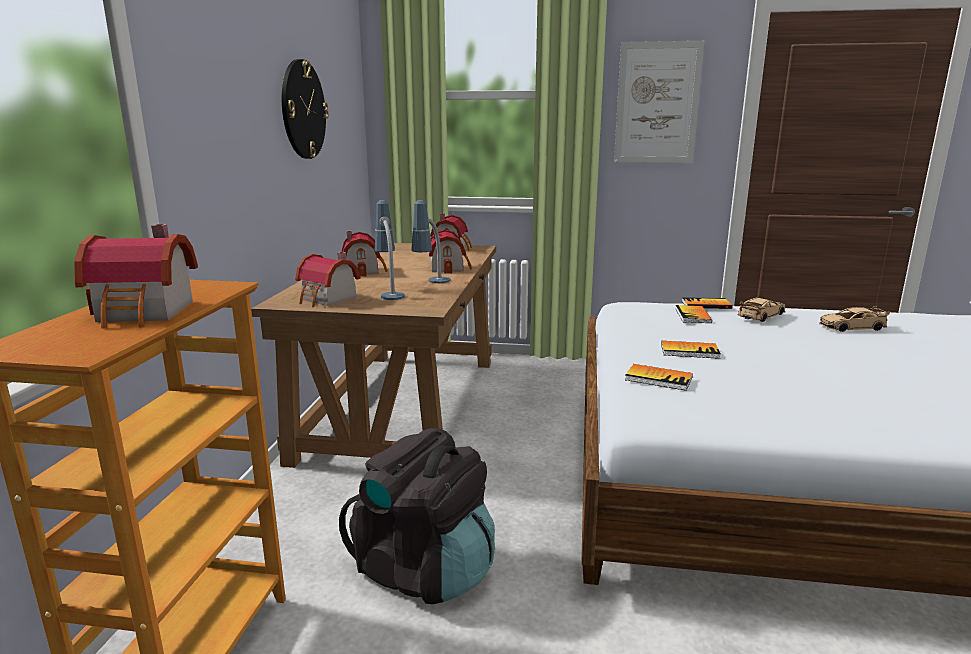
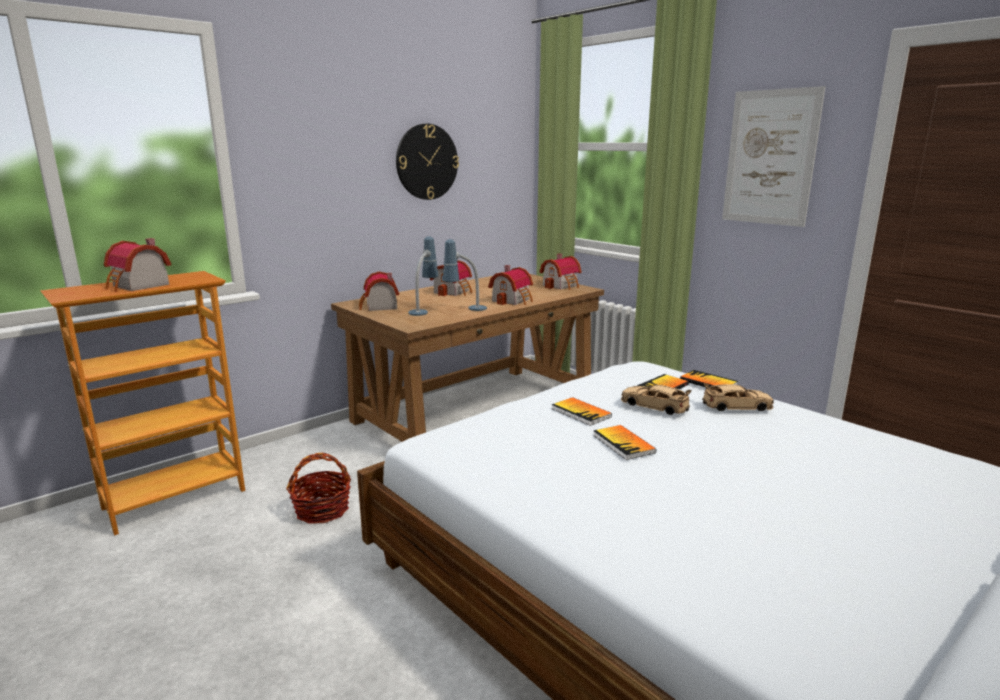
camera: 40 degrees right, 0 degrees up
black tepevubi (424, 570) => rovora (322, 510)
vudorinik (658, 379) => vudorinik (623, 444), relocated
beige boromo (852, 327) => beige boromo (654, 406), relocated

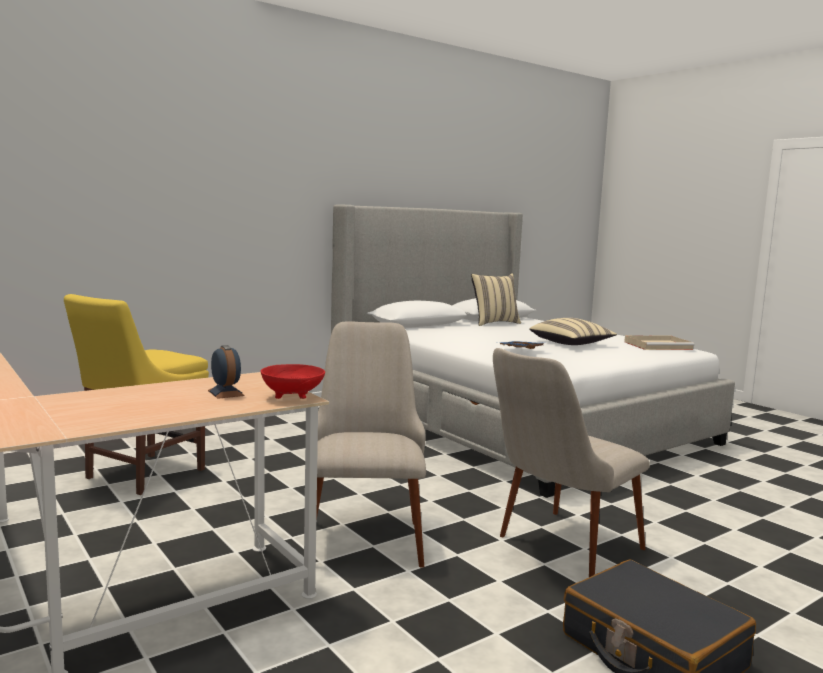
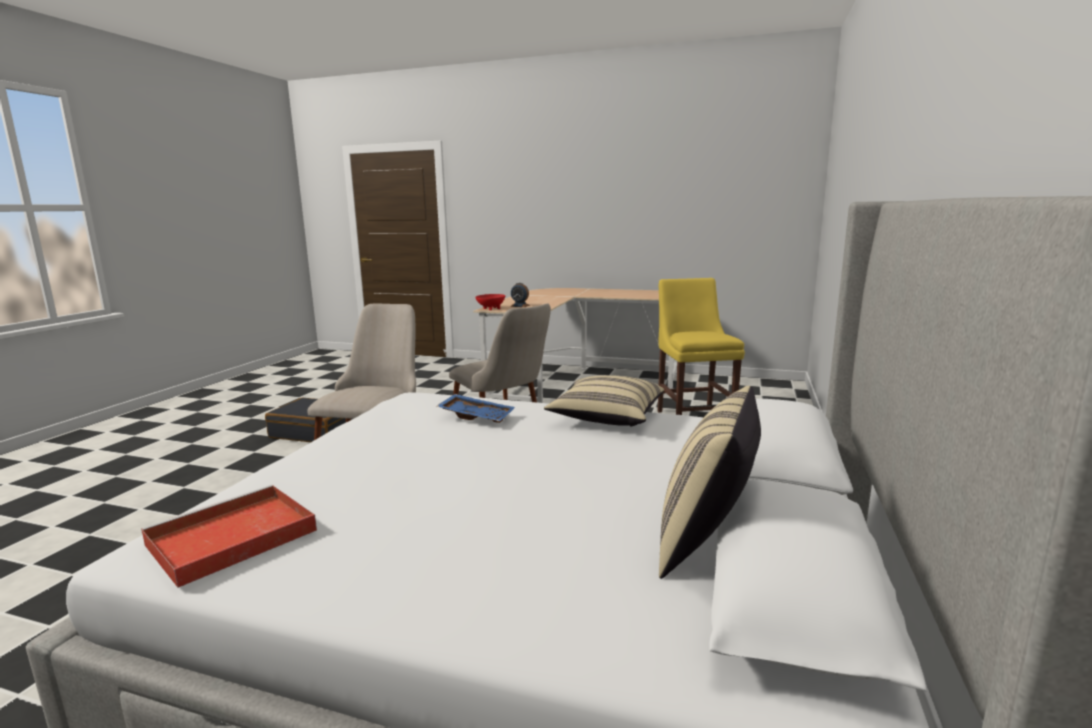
camera: 145 degrees right, 5 degrees up
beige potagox (659, 346) => red potagox (229, 539)
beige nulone (571, 344) => beige nulone (606, 418), relocated

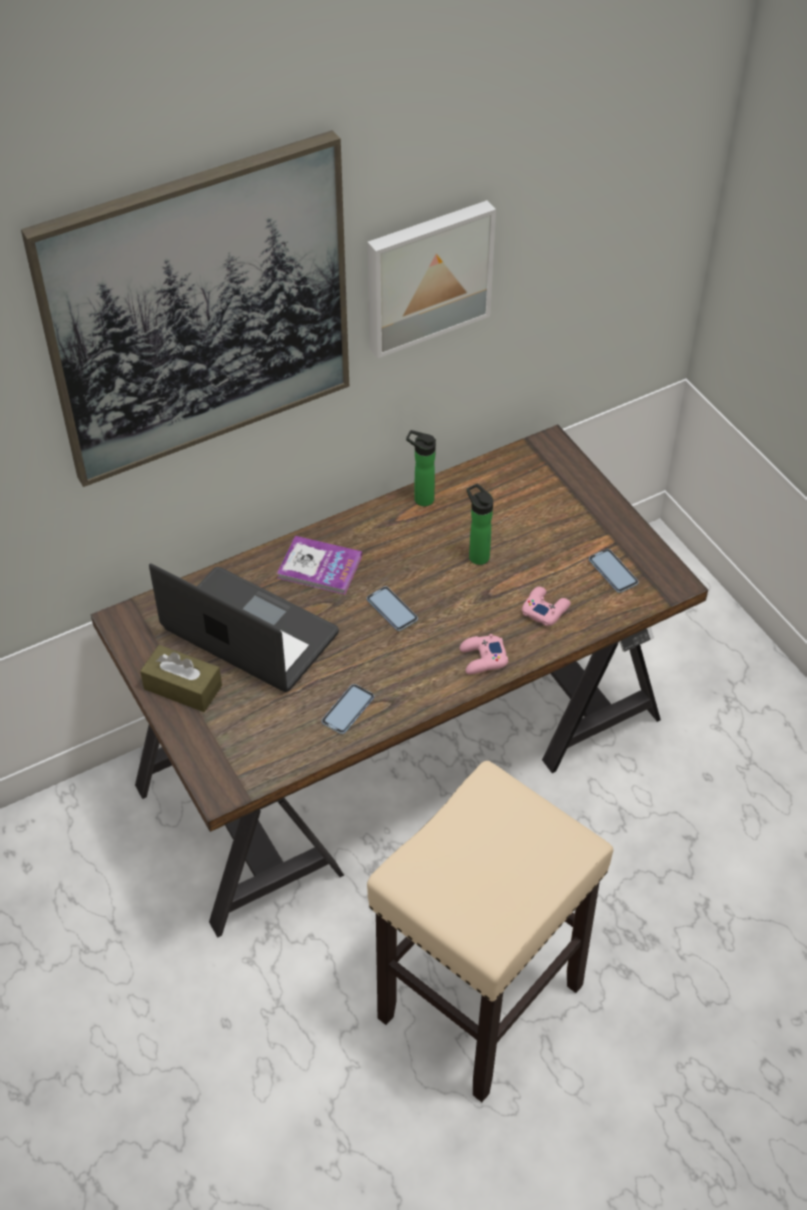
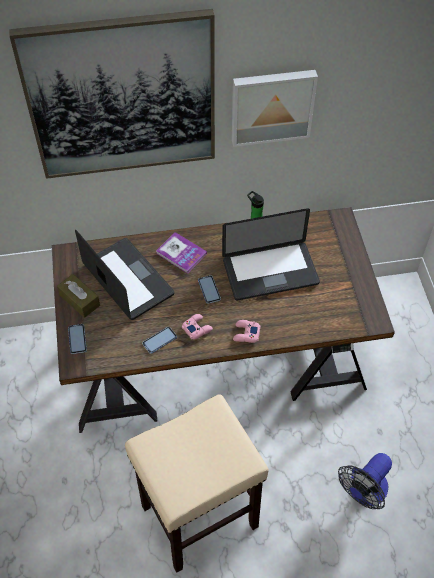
camera: 20 degrees right, 5 degrees up
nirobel (613, 572) => nirobel (77, 339), relocated
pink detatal (545, 609) => pink detatal (197, 328), relocated
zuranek (477, 555) => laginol (270, 272)
nothing => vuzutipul (363, 492)

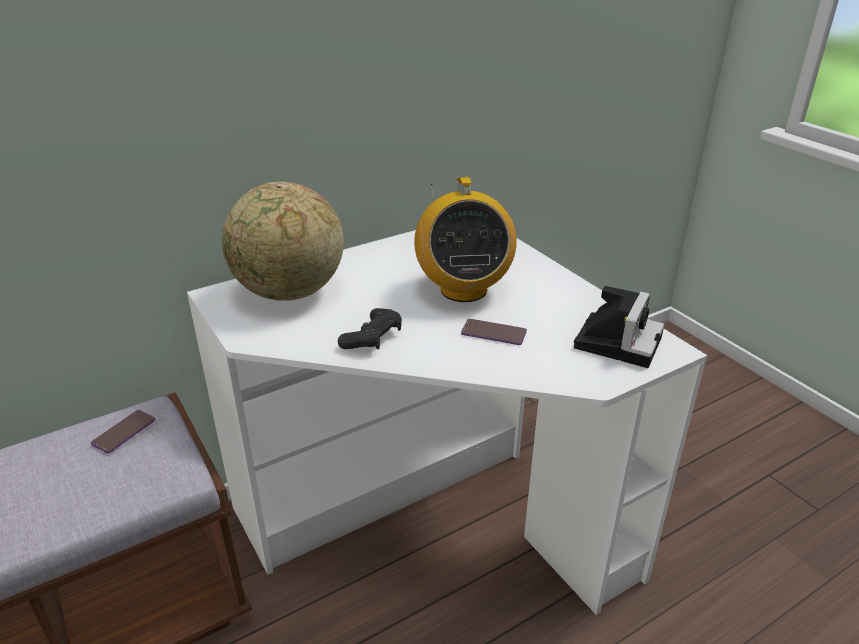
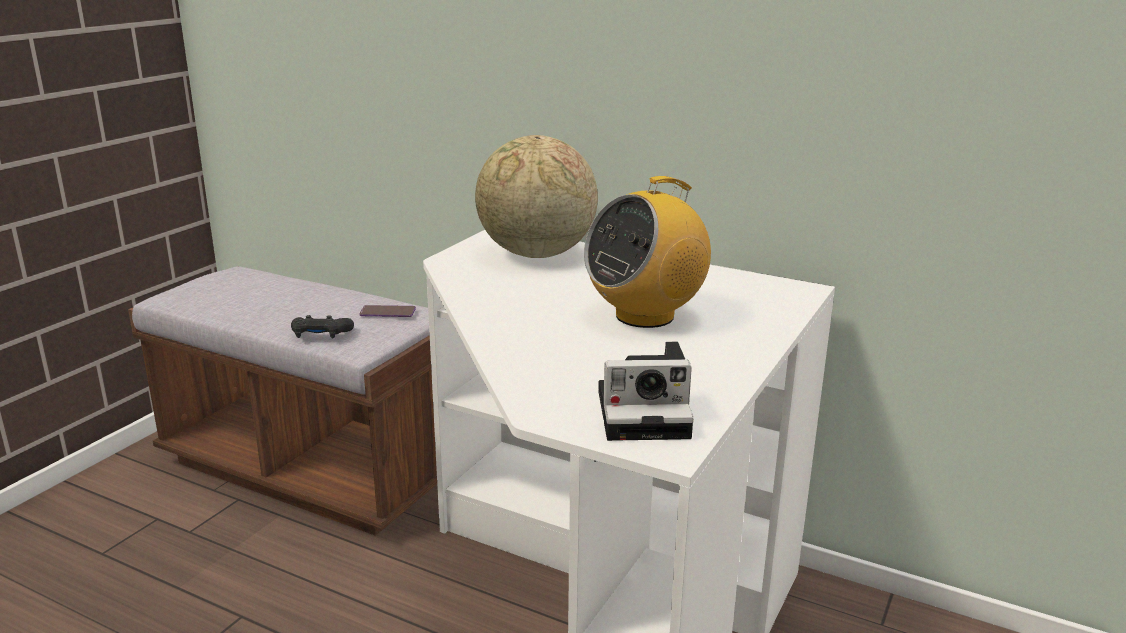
camera: 60 degrees right, 10 degrees down
black detatal (372, 338) => black detatal (320, 335), relocated
nirobel (493, 333) => nothing

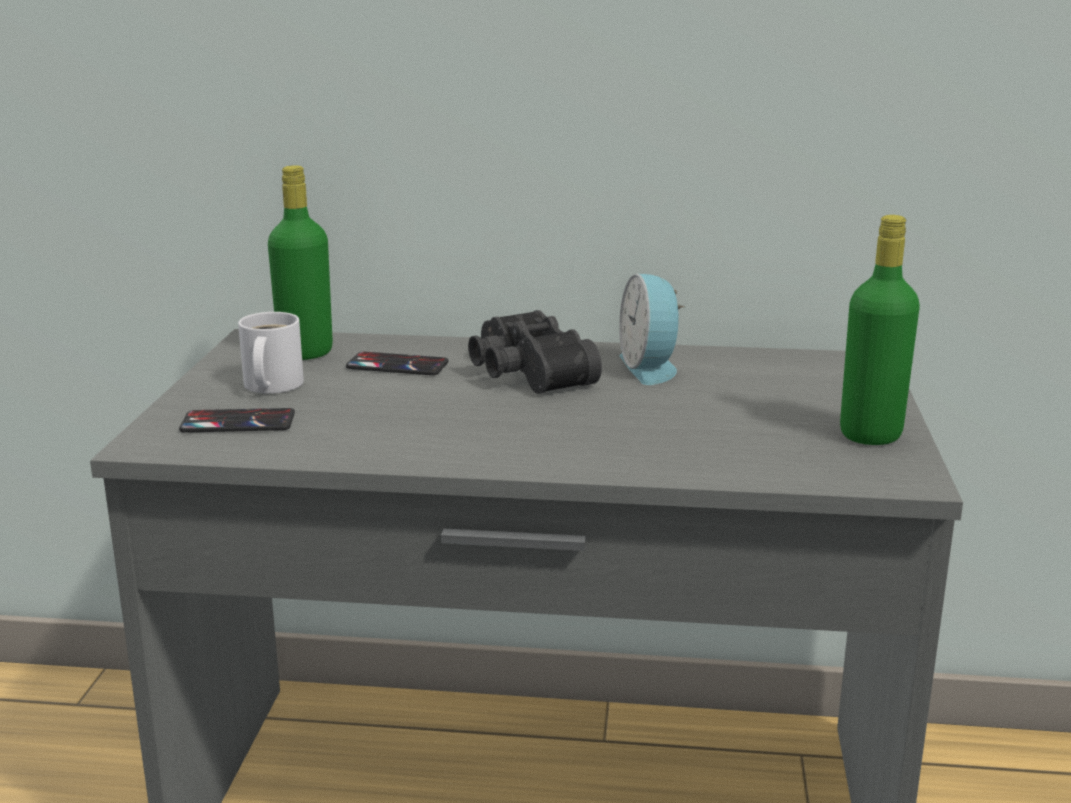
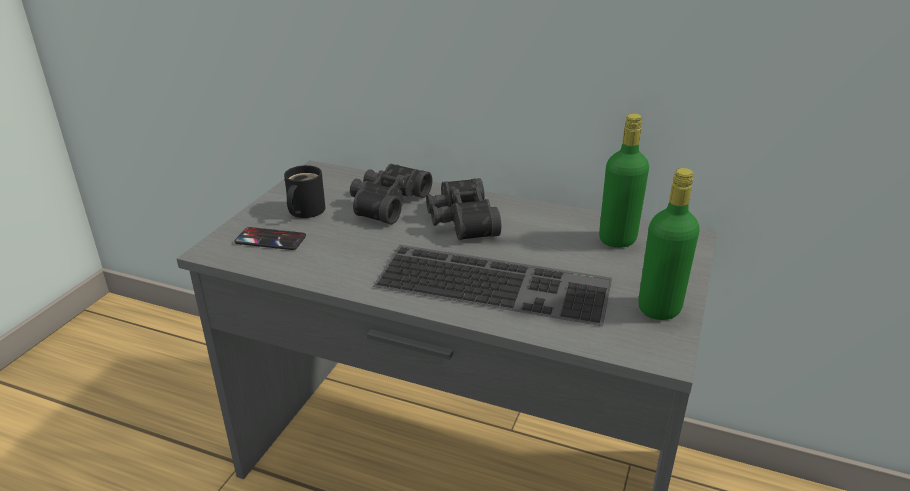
camera: 15 degrees right, 10 degrees up
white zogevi (270, 385) => black zogevi (304, 211)
nirobel (397, 365) => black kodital (386, 203)
nothing => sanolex (496, 282)
green zuranek (305, 353) => green zuranek (617, 239), relocated
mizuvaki (651, 367) => nothing

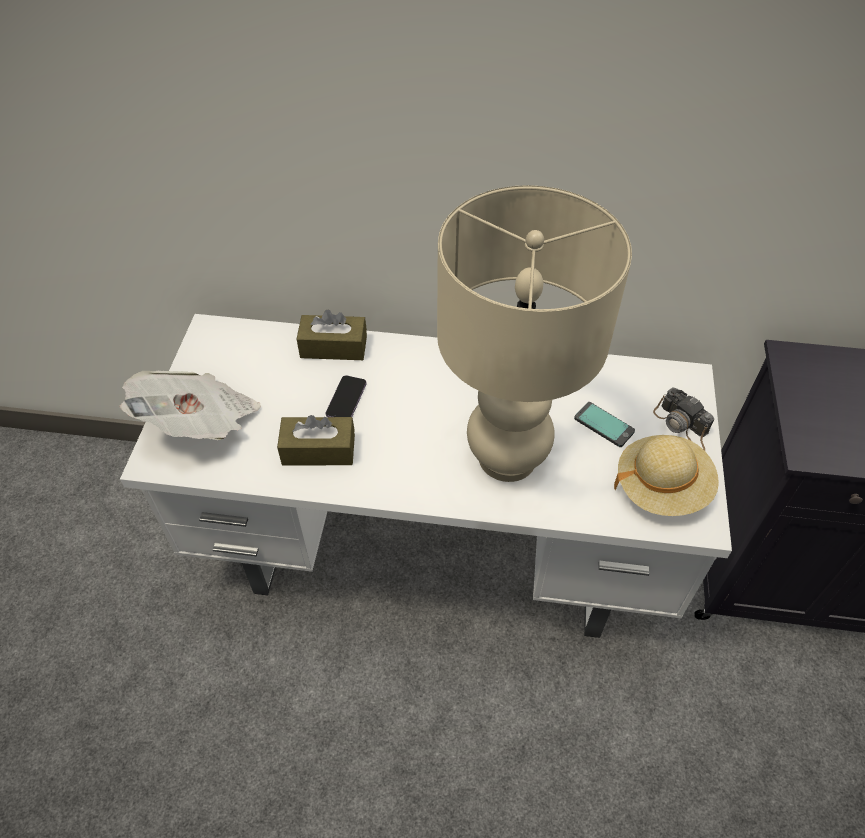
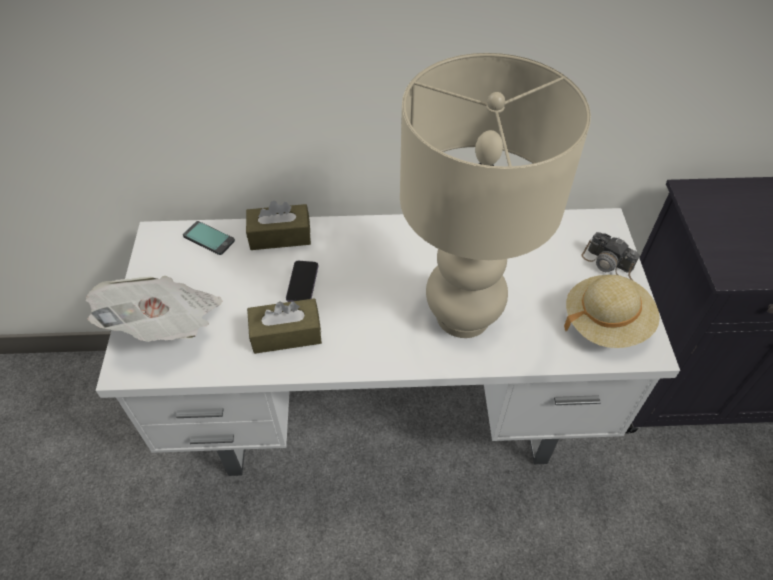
camera: 10 degrees left, 0 degrees up
nirobel (604, 425) => nirobel (209, 238), relocated

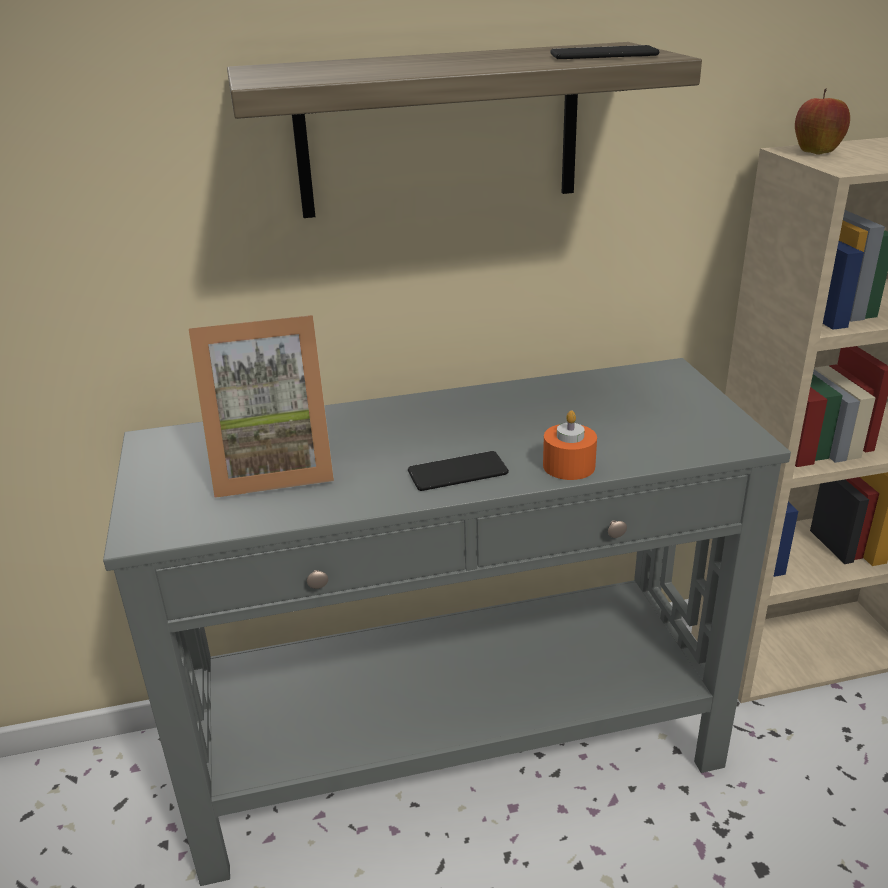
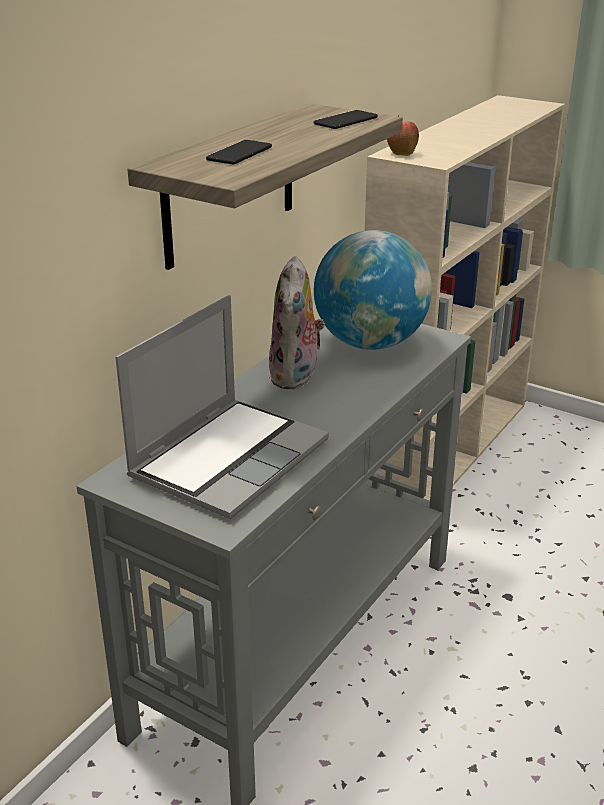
camera: 45 degrees left, 0 degrees up
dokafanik (272, 467) => laginol (229, 458)
nirobel (457, 472) => nirobel (239, 153), relocated
nothing => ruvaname (296, 377)
nothing => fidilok (370, 343)
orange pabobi (569, 466) => nothing

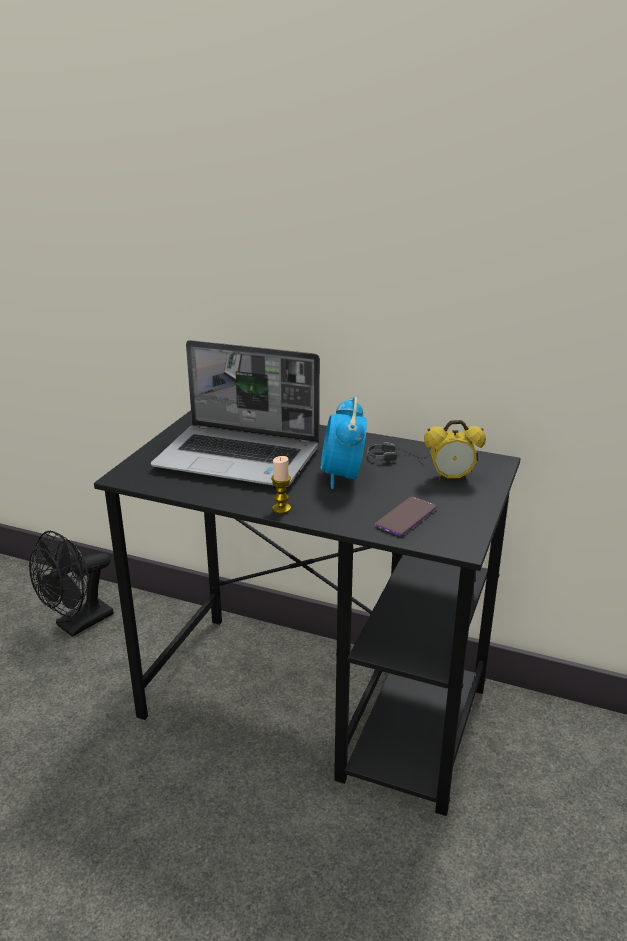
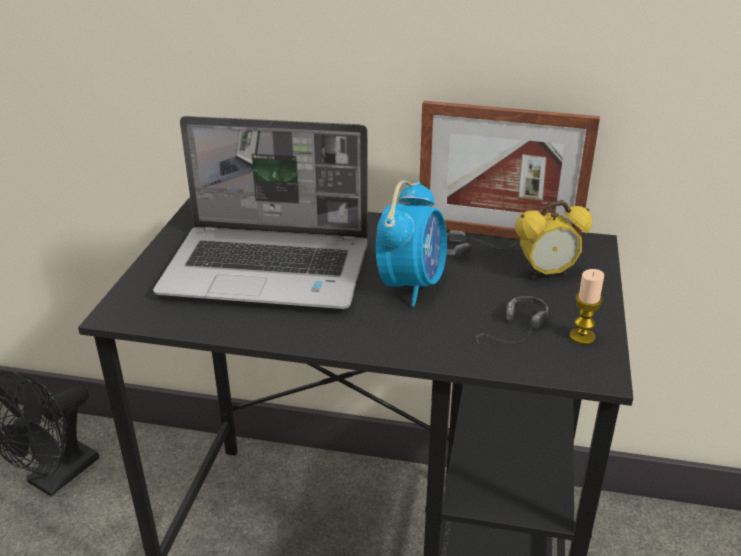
camera: 10 degrees left, 5 degrees up
mizuvaki (342, 477) => mizuvaki (411, 284), 150 degrees counterclockwise
nothing => dokafanik (497, 234)
nirobel (406, 517) => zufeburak (513, 336)
pabobi (281, 508) => pabobi (582, 336), relocated

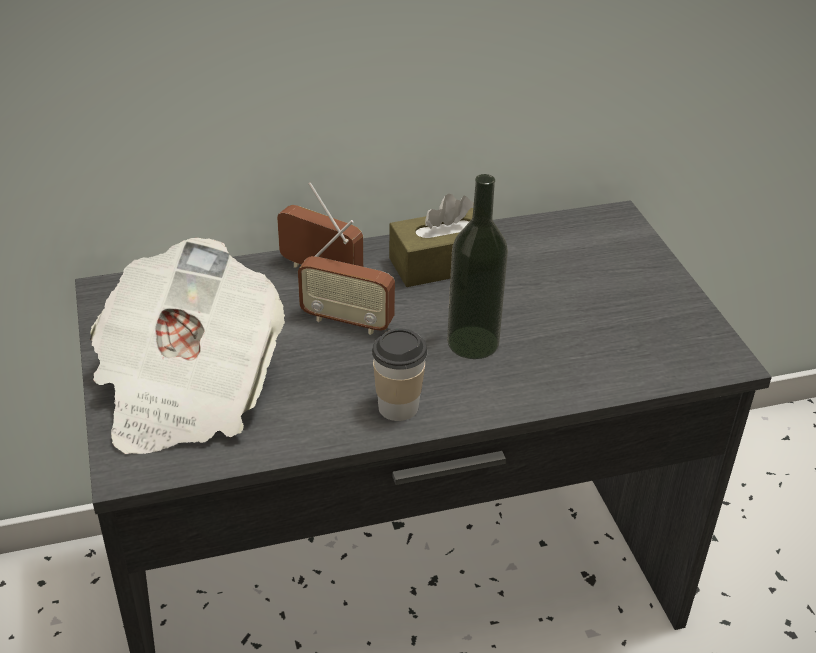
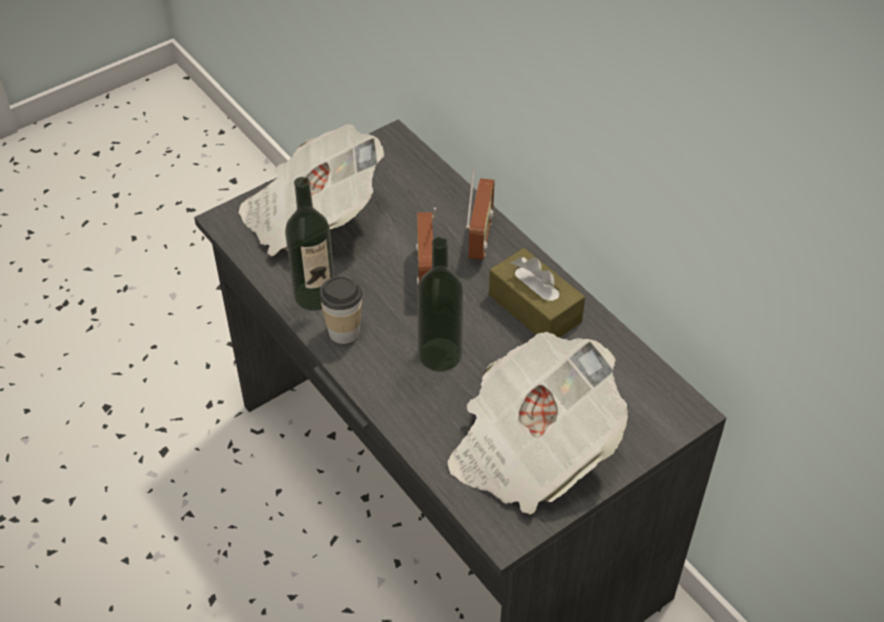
camera: 70 degrees right, 10 degrees up
nothing => zuranek (315, 295)
nothing => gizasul (531, 448)

